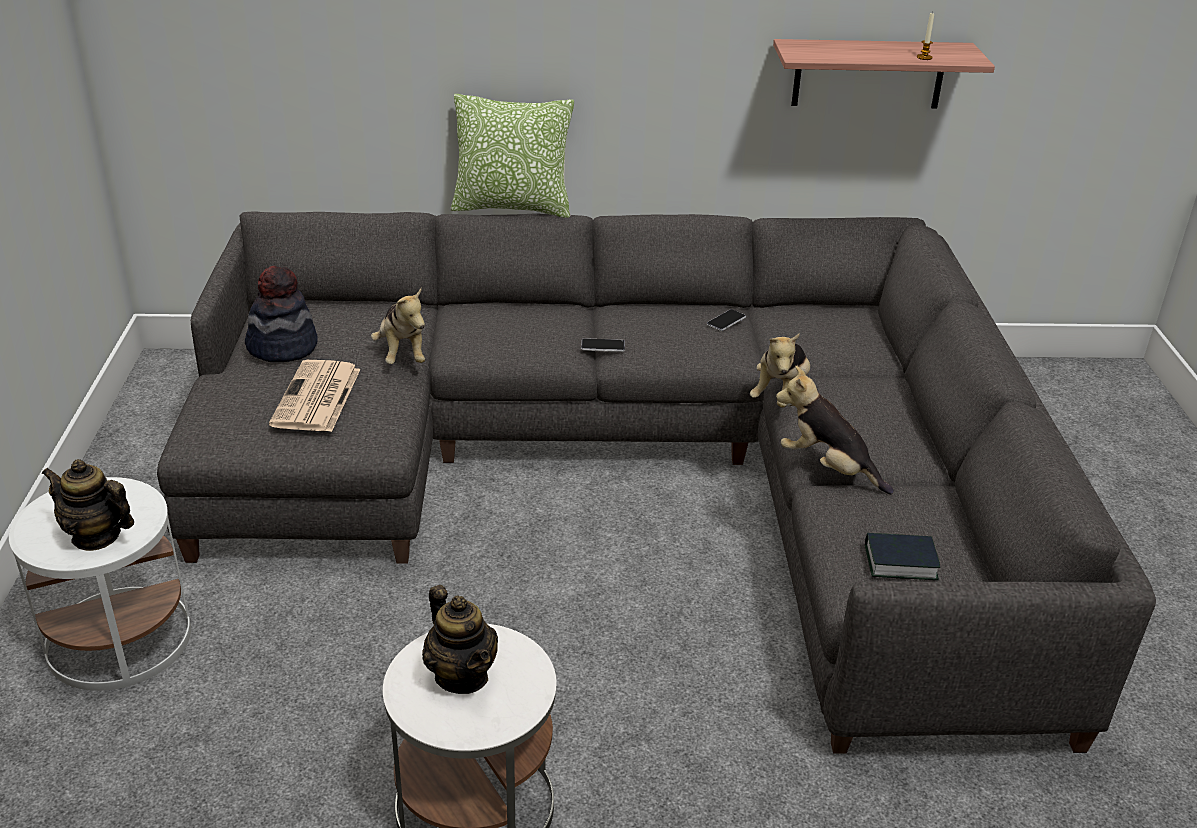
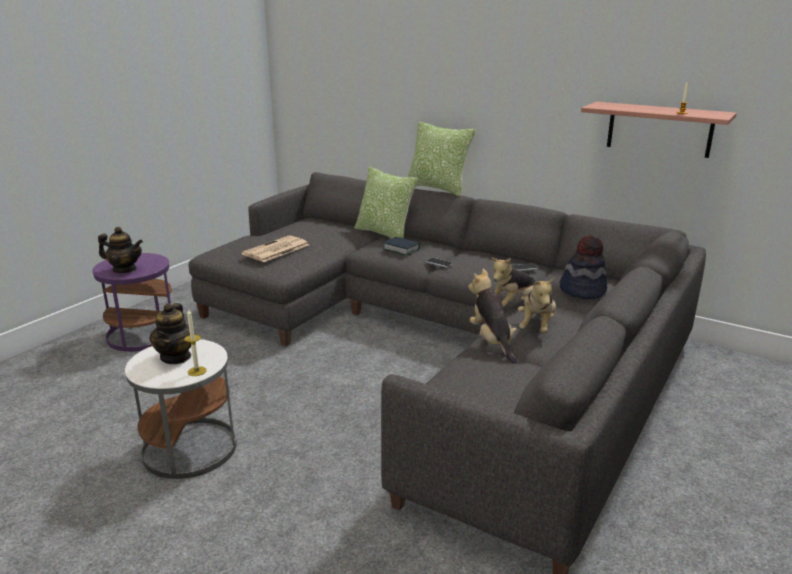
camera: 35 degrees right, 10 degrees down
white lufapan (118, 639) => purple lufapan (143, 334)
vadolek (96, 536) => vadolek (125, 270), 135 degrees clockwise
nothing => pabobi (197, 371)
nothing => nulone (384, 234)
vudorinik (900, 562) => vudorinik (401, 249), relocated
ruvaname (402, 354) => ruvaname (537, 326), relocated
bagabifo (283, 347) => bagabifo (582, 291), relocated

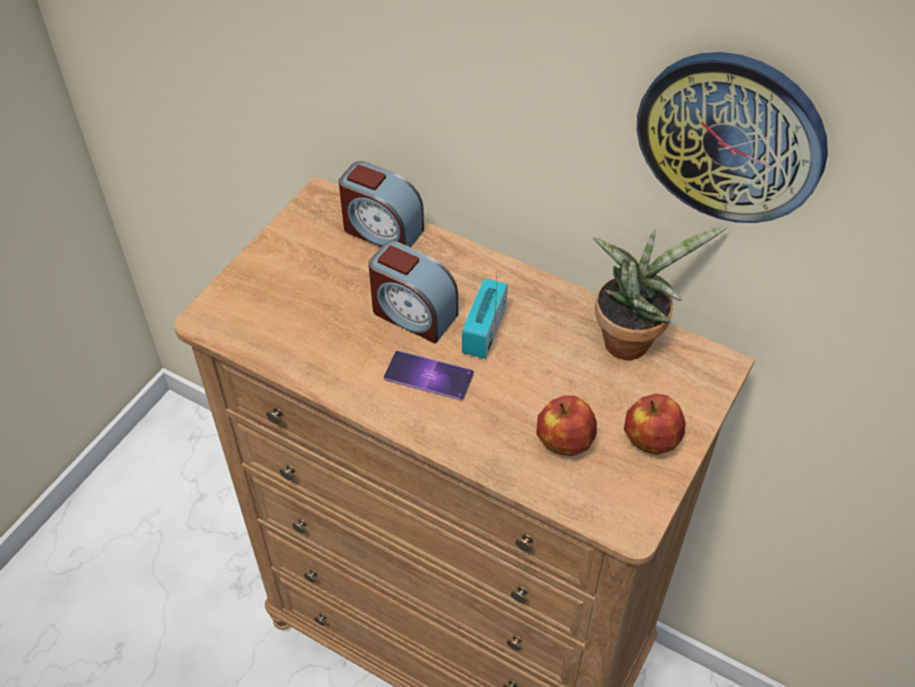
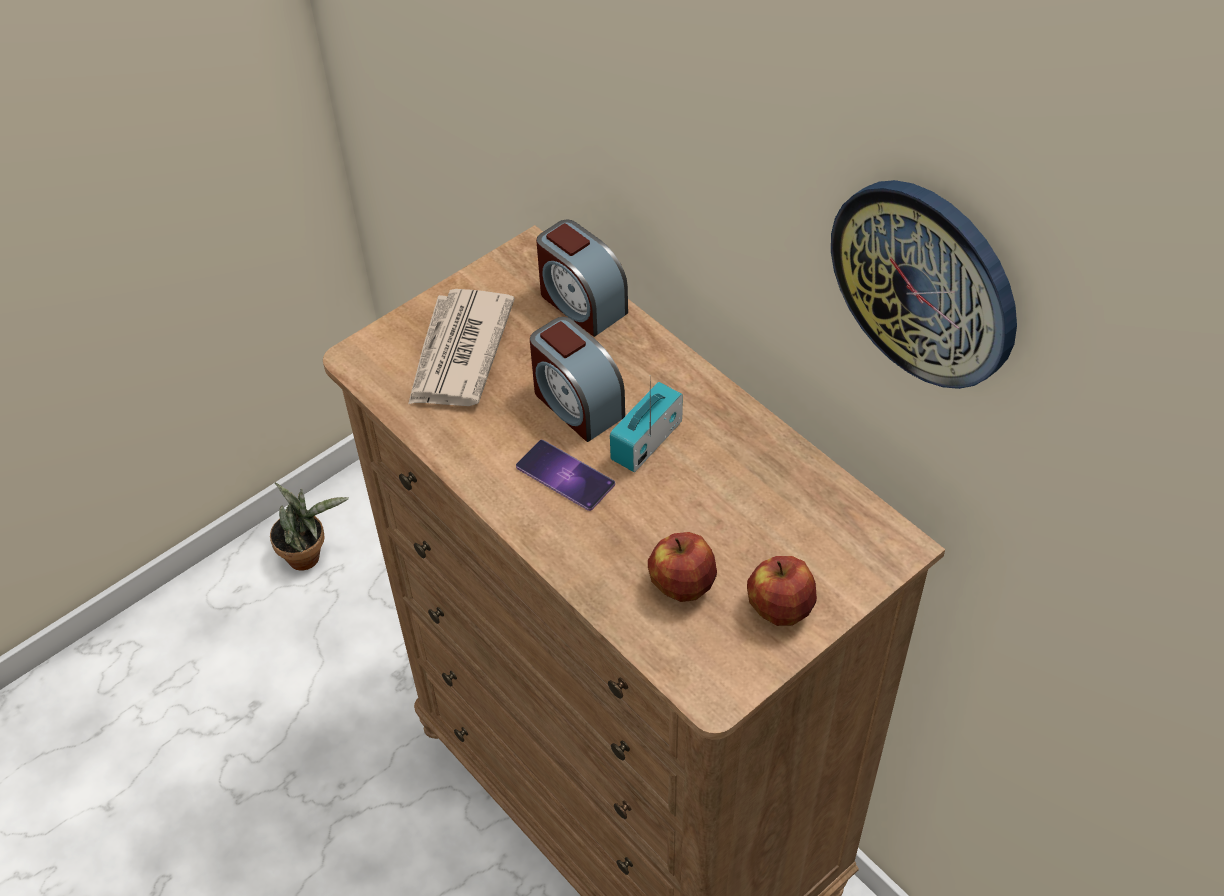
camera: 20 degrees right, 0 degrees up
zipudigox (631, 338) => zipudigox (309, 555), relocated
nothing => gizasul (458, 353)

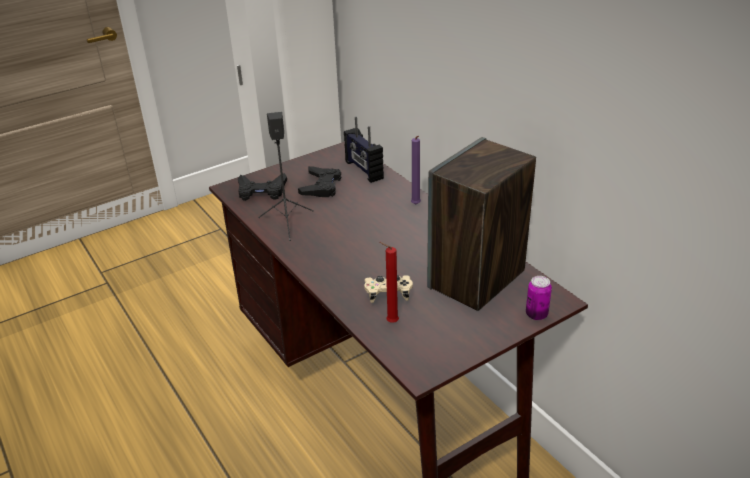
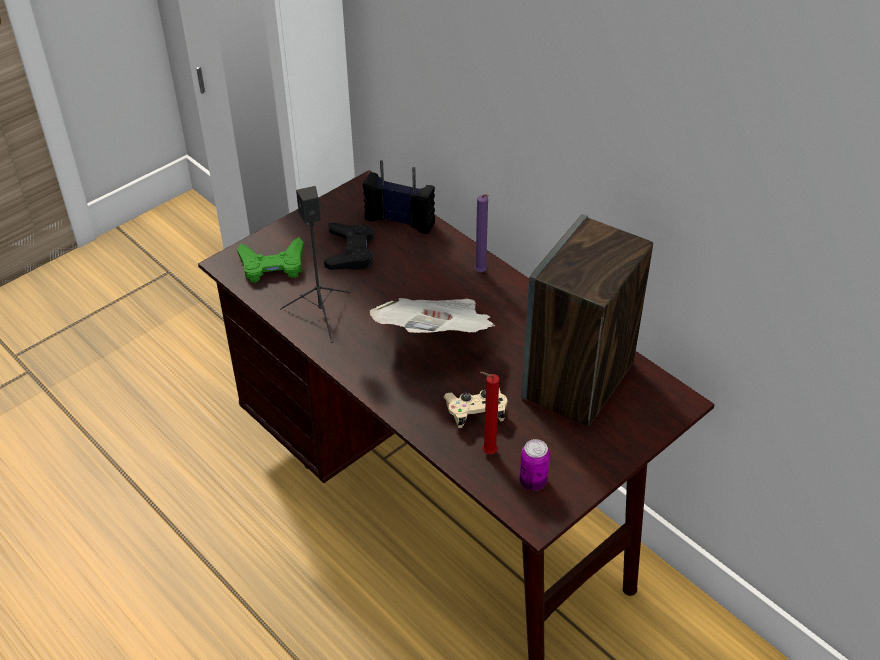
camera: 10 degrees left, 10 degrees up
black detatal (261, 191) => green detatal (272, 265)
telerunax (363, 170) => telerunax (400, 221), 150 degrees clockwise
nothing => gizasul (436, 338)
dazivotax (536, 314) => dazivotax (533, 482), relocated

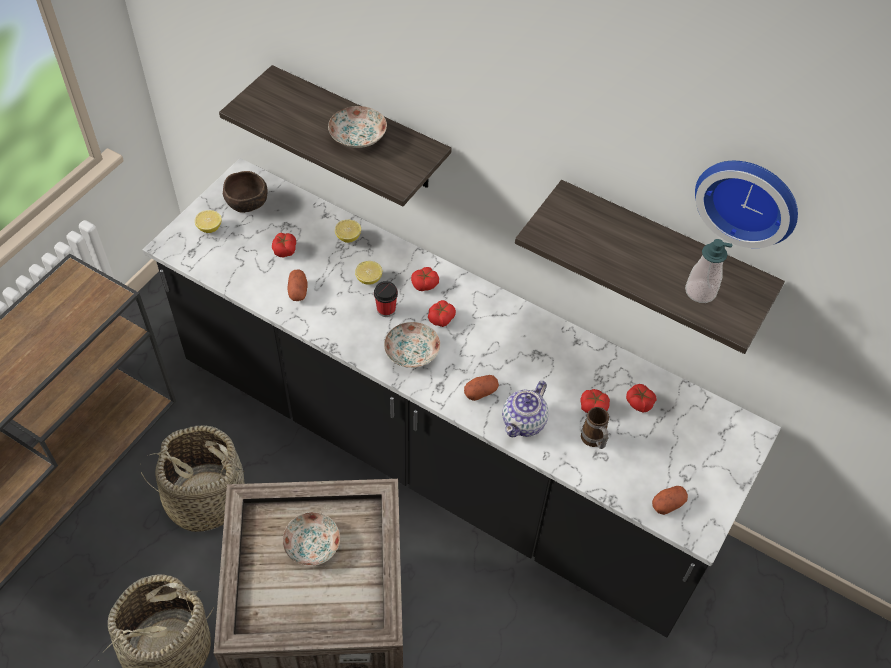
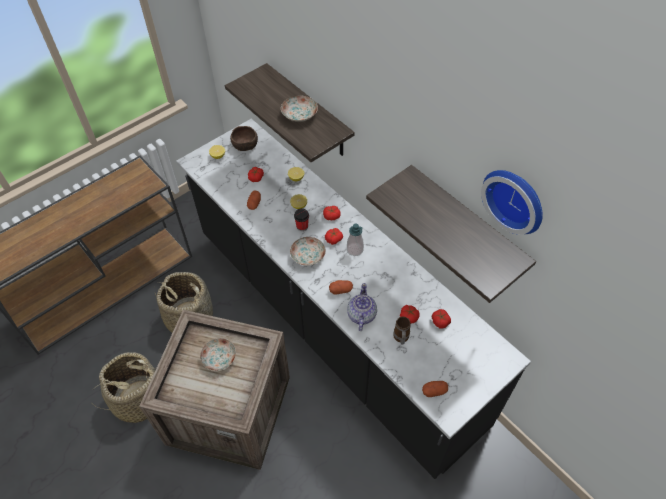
camera: 20 degrees right, 0 degrees up
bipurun (700, 292) => bipurun (355, 250), relocated
vadolek (524, 422) => vadolek (361, 315), 135 degrees clockwise

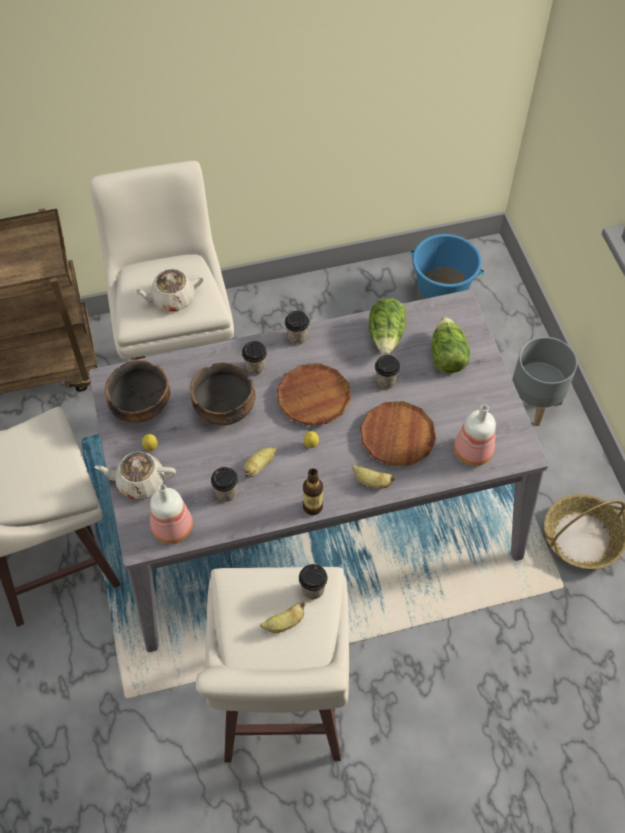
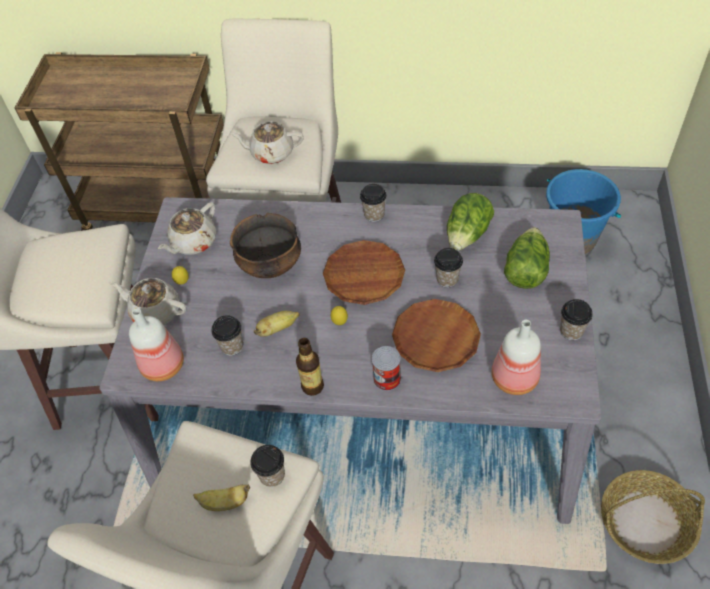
camera: 25 degrees right, 5 degrees down
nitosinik (141, 407) => beige vadolek (193, 242)
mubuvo (371, 482) => dazivotax (387, 378)
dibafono (255, 367) => dibafono (571, 331), relocated
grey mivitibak (533, 402) => nothing

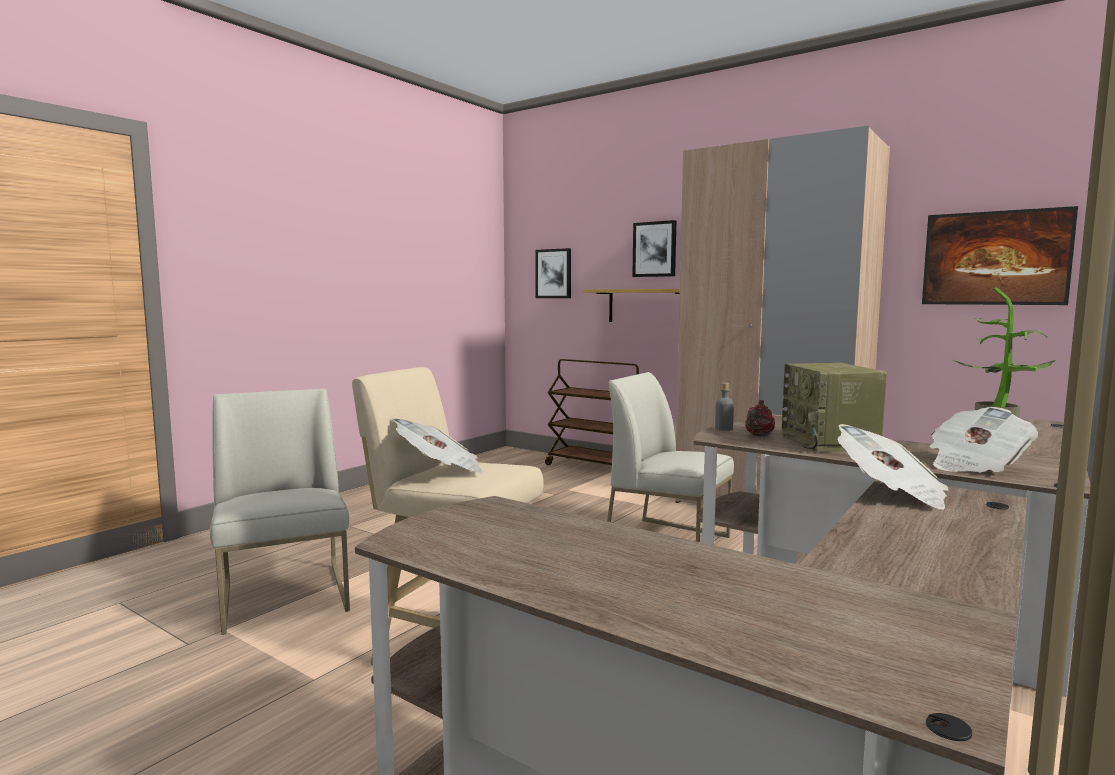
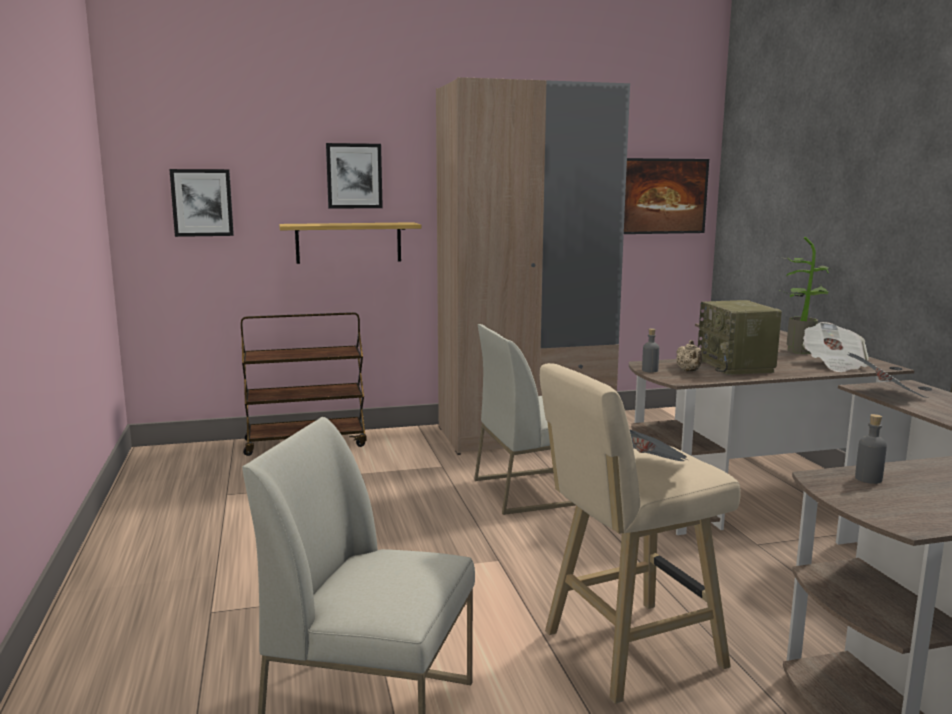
camera: 50 degrees left, 5 degrees up
red vadolek (759, 436) => beige vadolek (689, 371)
telerunax (830, 443) => telerunax (736, 366), 45 degrees clockwise
nothing => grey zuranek (868, 479)

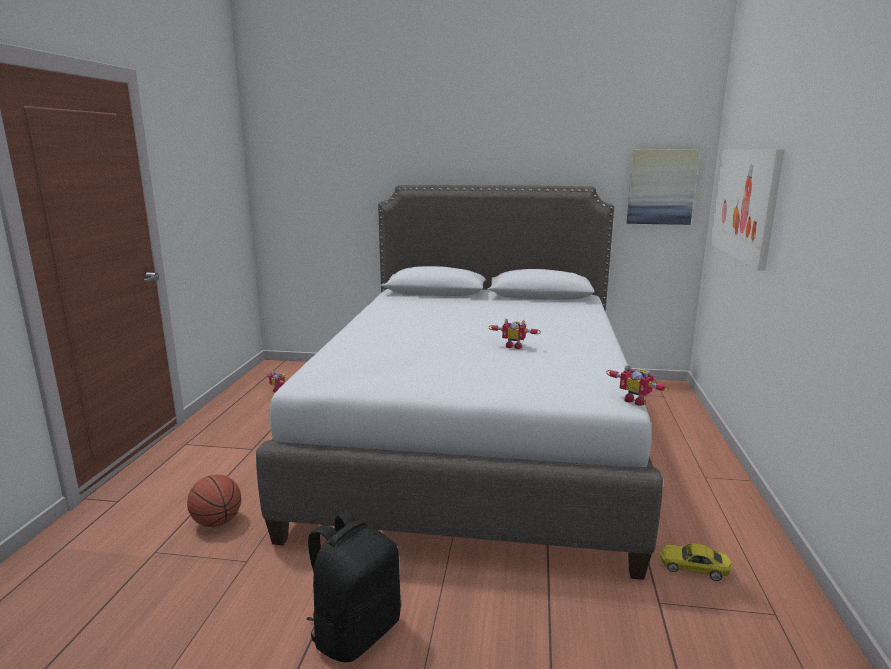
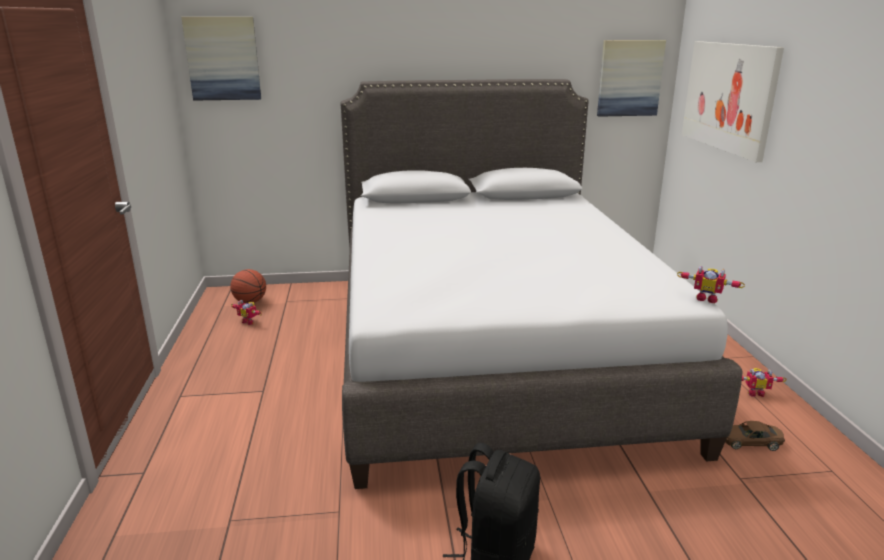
camera: 15 degrees left, 5 degrees up
nothing => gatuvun (223, 59)
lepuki (217, 522) => lepuki (250, 302), relocated
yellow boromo (693, 567) => brown boromo (750, 442)
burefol (514, 346) => burefol (755, 392), relocated

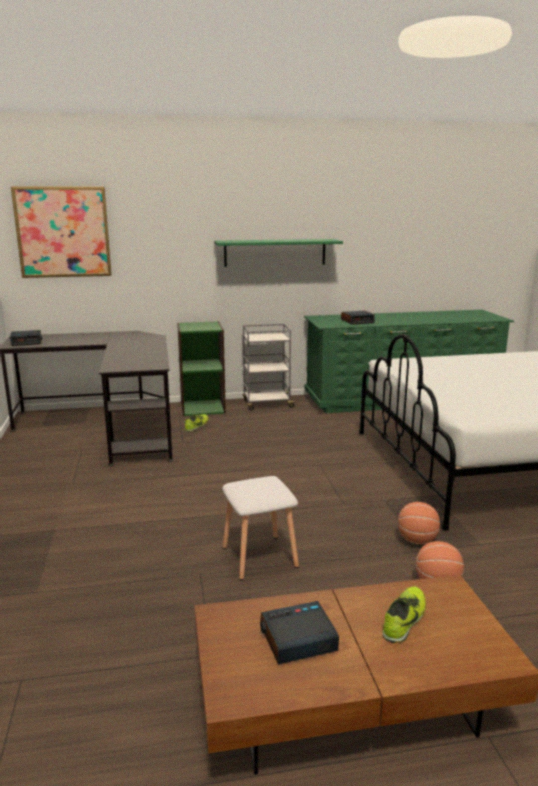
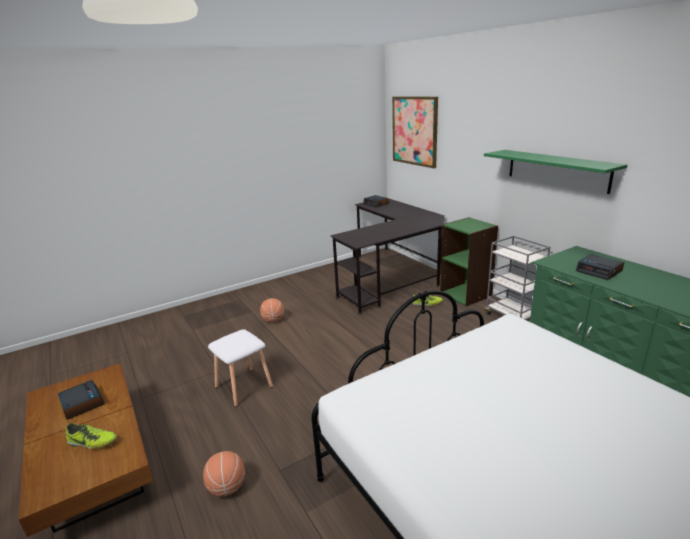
camera: 70 degrees right, 5 degrees up
lepuki (416, 540) => lepuki (273, 320), relocated

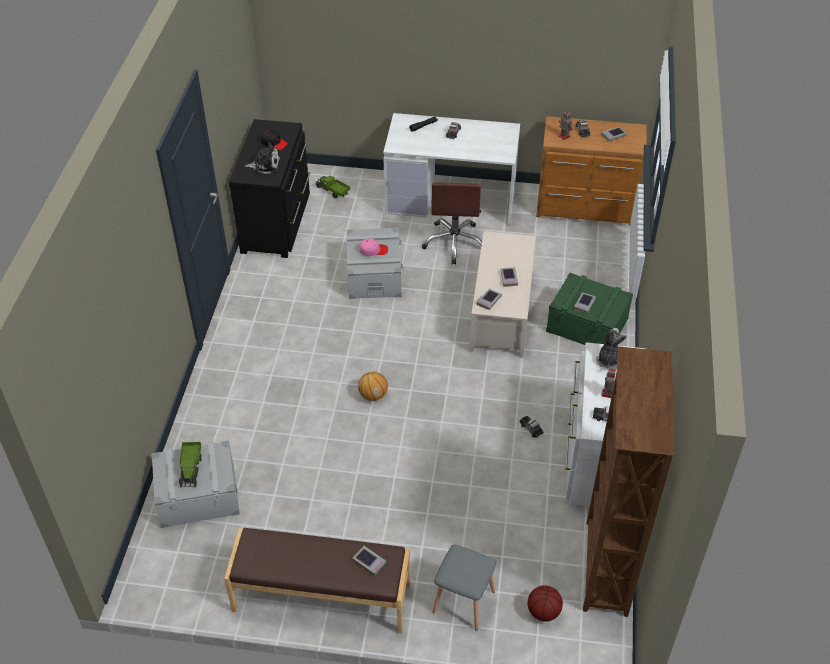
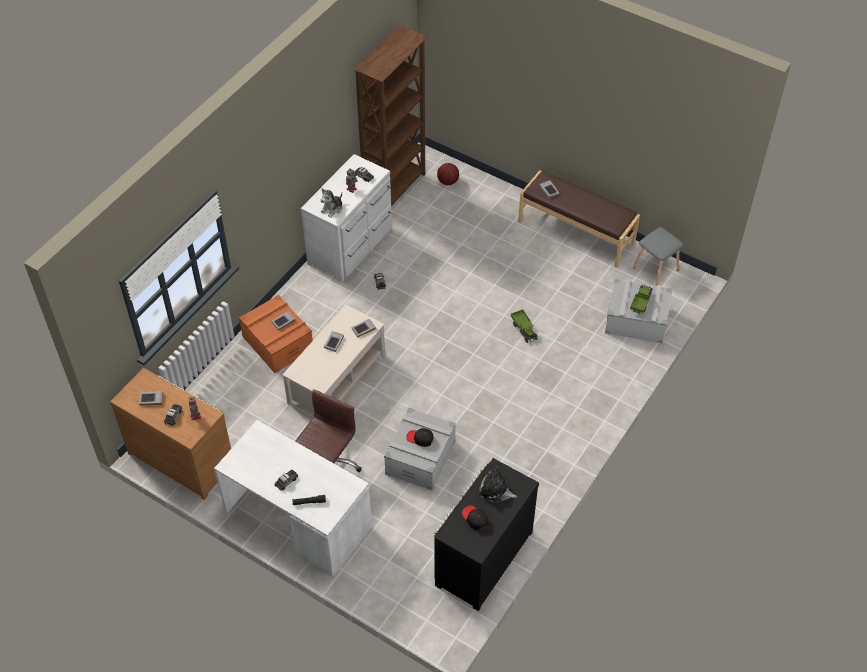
camera: 155 degrees left, 5 degrees up
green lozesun (587, 325) => orange lozesun (277, 343)
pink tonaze (373, 250) => black tonaze (420, 438)
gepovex (332, 191) => gepovex (524, 329), relocated
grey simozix (462, 601) => grey simozix (656, 269), relocated
lepuki (373, 395) => nothing

